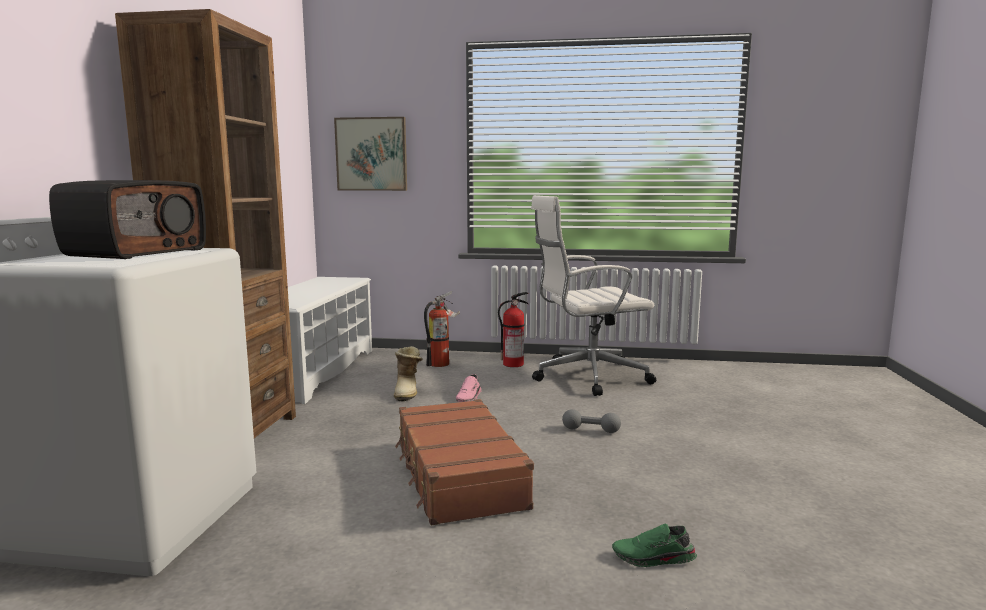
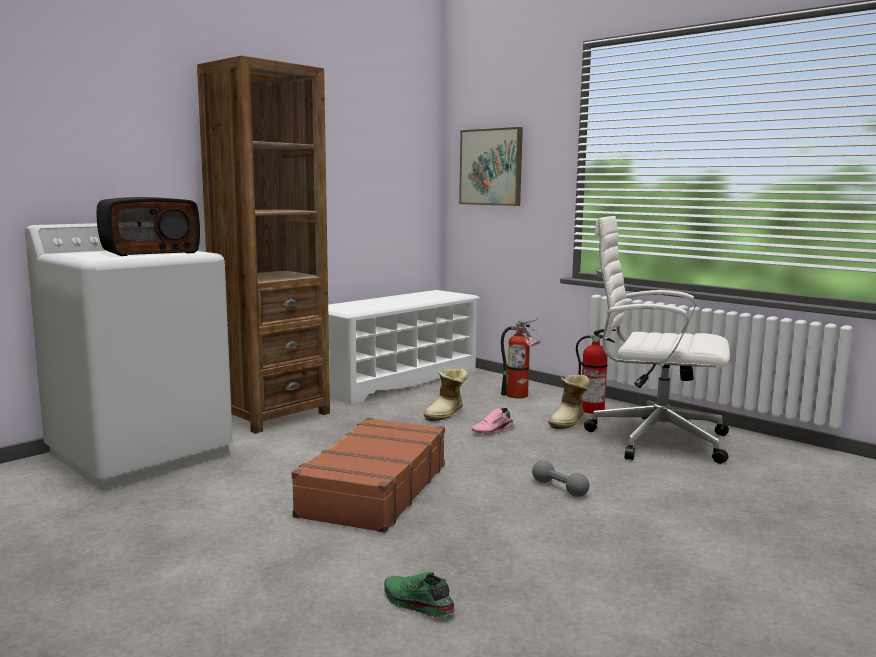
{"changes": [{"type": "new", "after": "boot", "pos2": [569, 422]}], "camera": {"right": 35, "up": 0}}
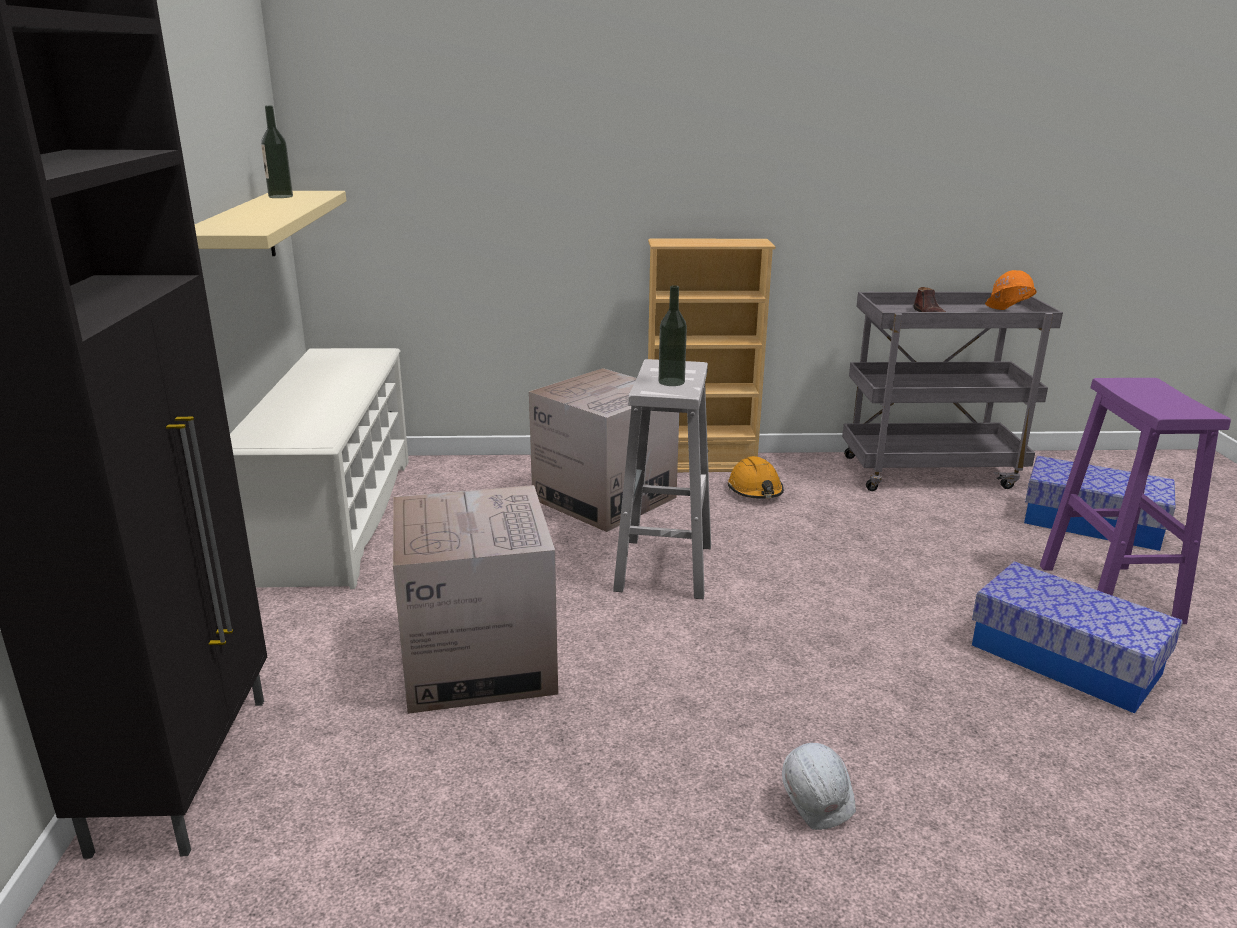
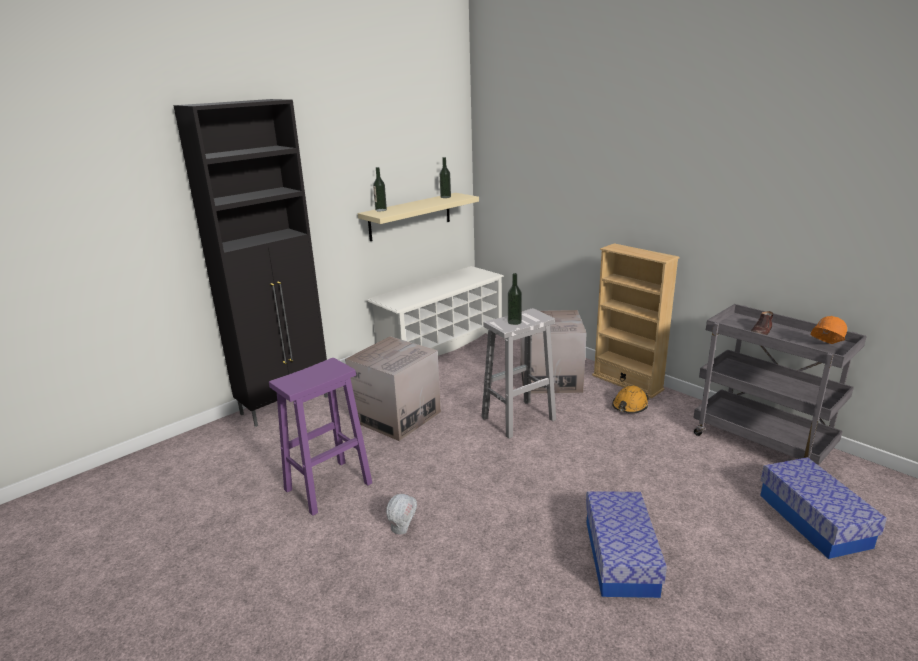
{"changes": [{"type": "new", "after": "beverage bottle", "pos2": [381, 210]}, {"type": "shifted", "before": "purplish sitting stool", "pos1": [1107, 592], "pos2": [329, 486]}], "camera": {"right": 50, "up": 0}}
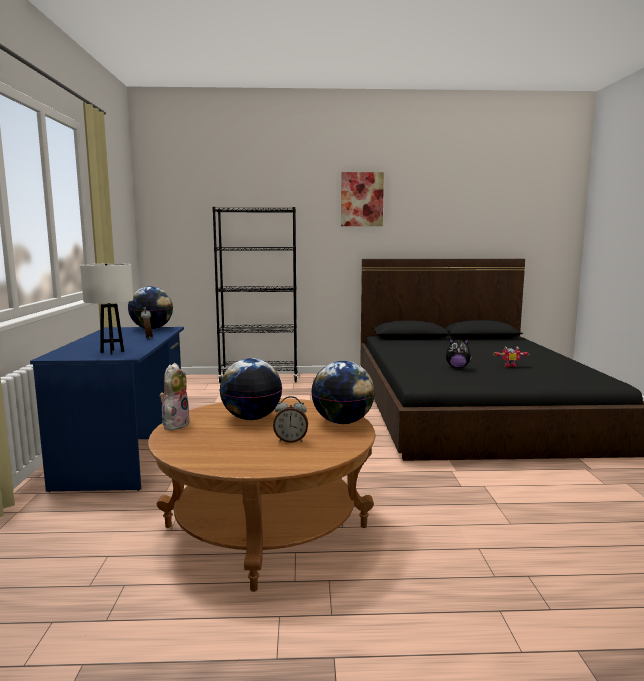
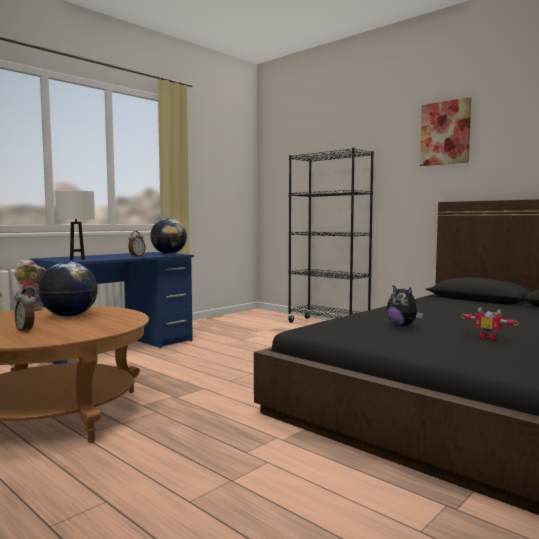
{"changes": [{"type": "gone", "before": "desk globe", "pos1": [342, 422]}], "camera": {"right": 45, "up": -5}}
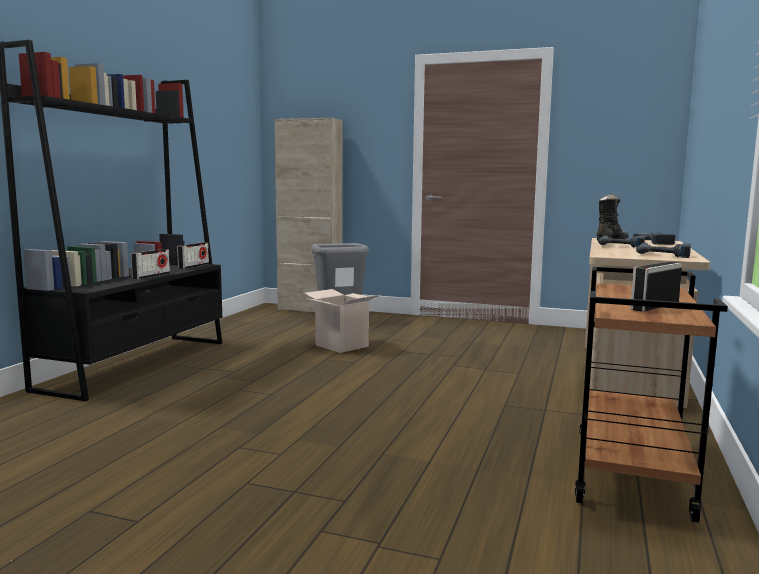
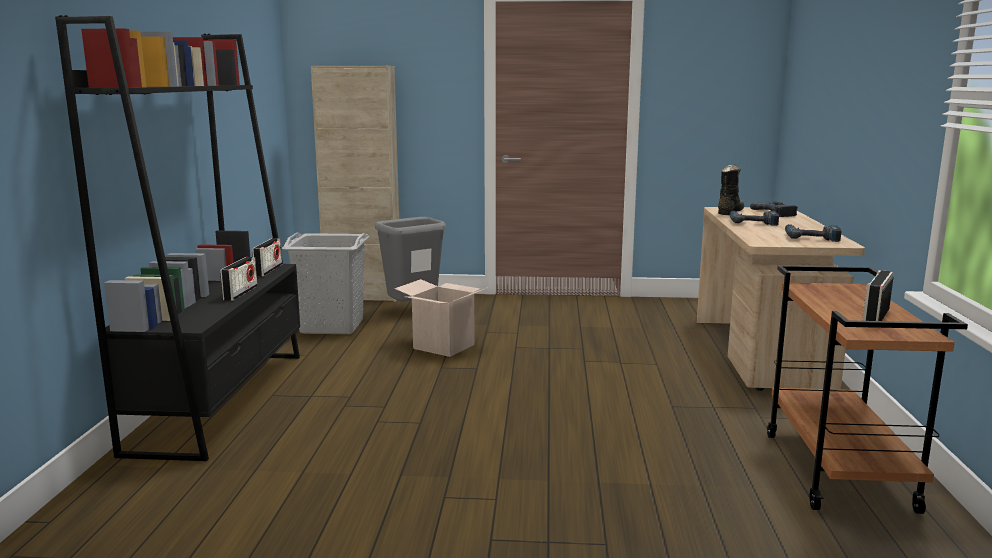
{"changes": [{"type": "new", "after": "greyish laundry basket", "pos2": [332, 327]}], "camera": {"right": -15, "up": 5}}
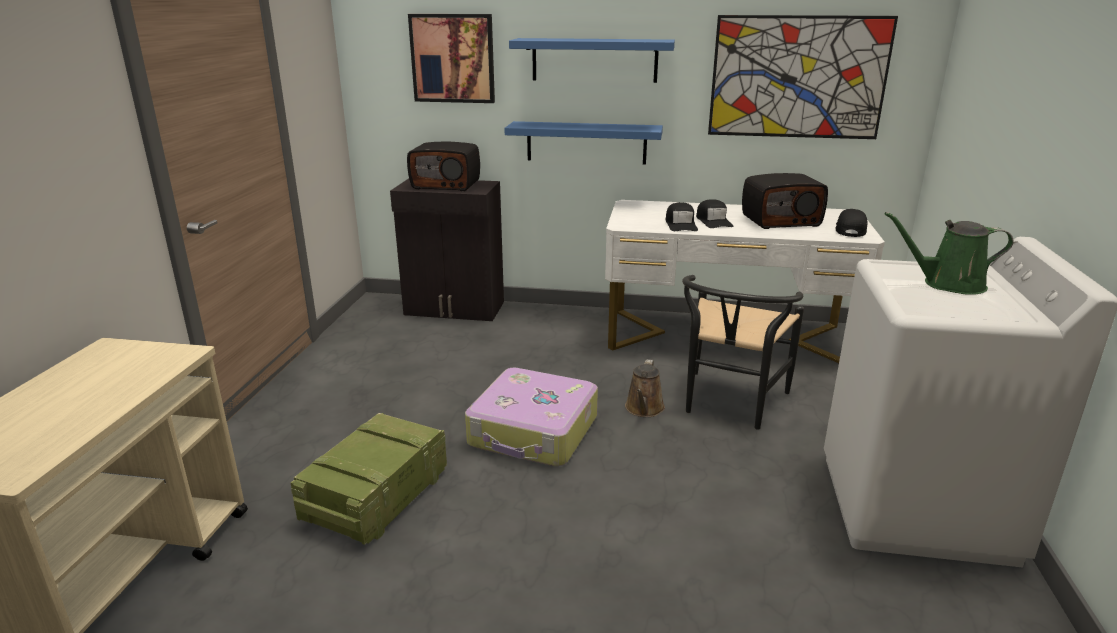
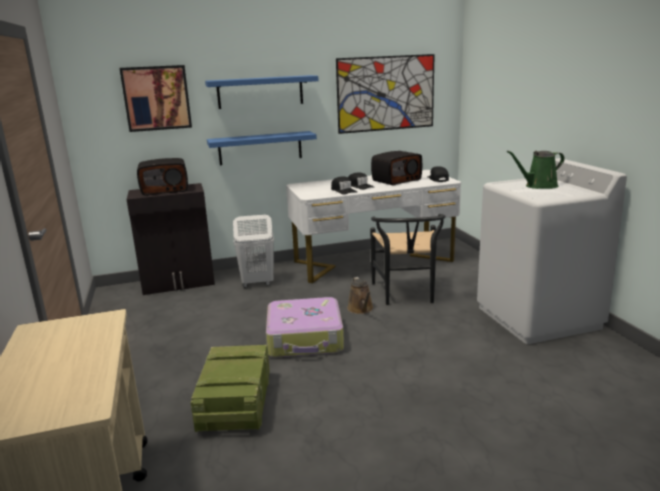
{"changes": [{"type": "new", "after": "white-coloured laundry basket", "pos2": [257, 283]}], "camera": {"right": -25, "up": -5}}
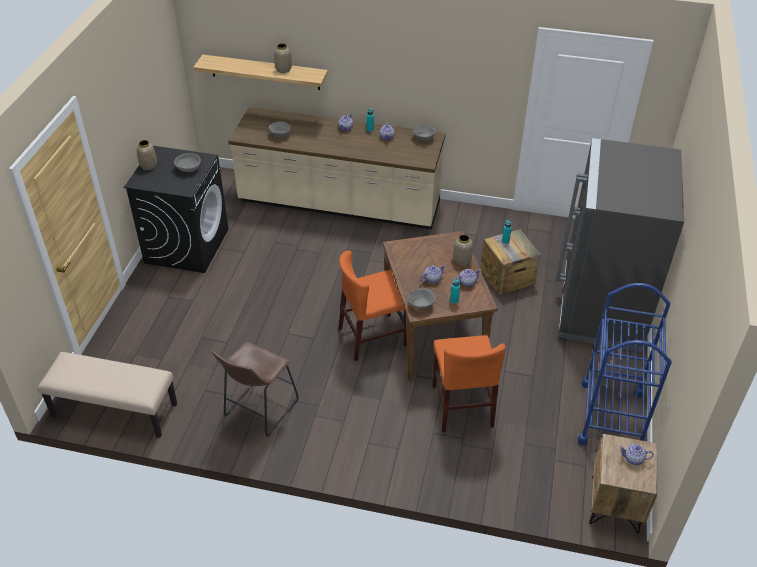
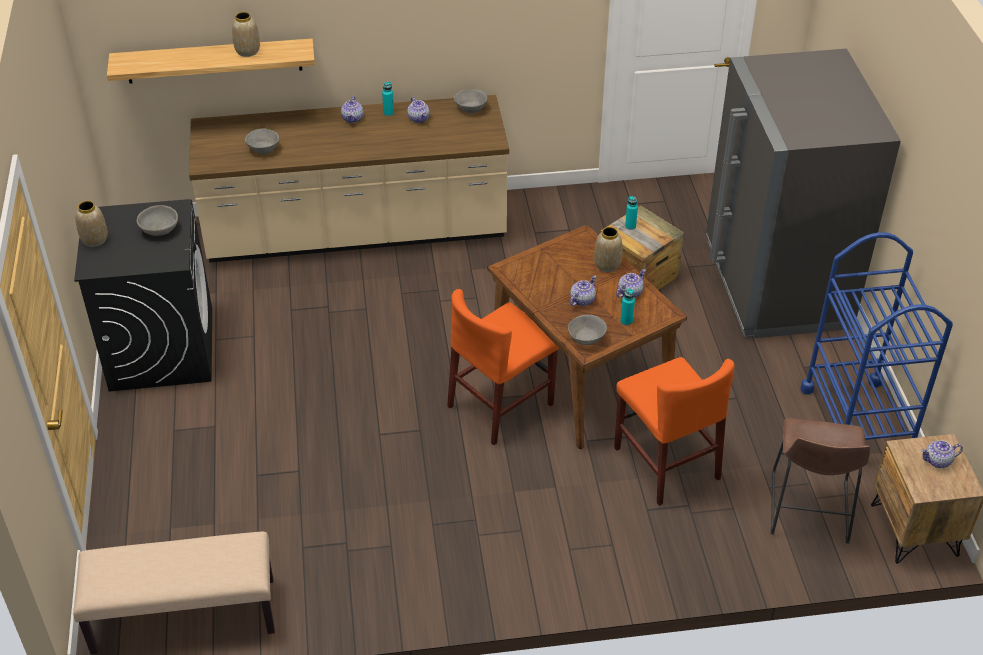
{"changes": [{"type": "shifted", "before": "brownish sitting stool", "pos1": [258, 410], "pos2": [808, 513]}], "camera": {"right": -20, "up": 0}}
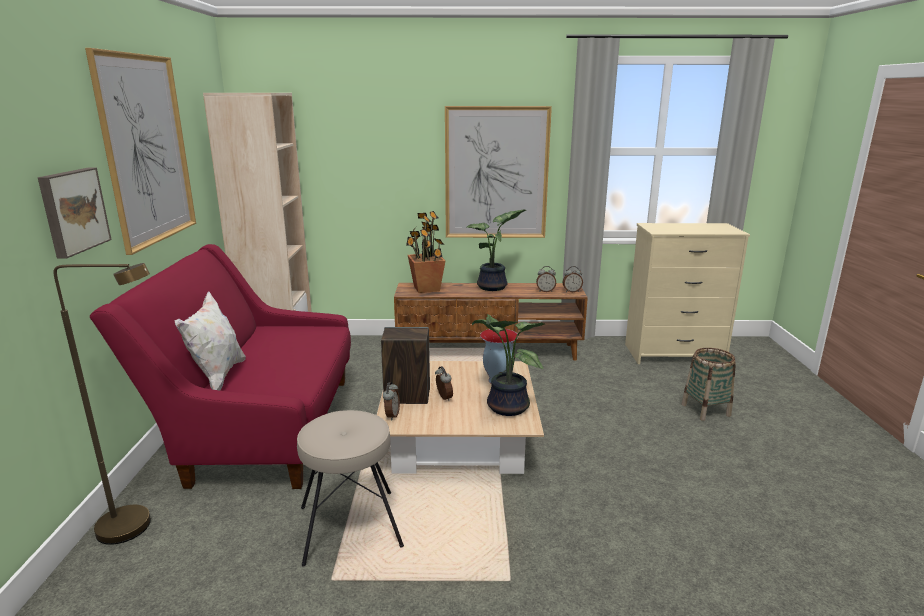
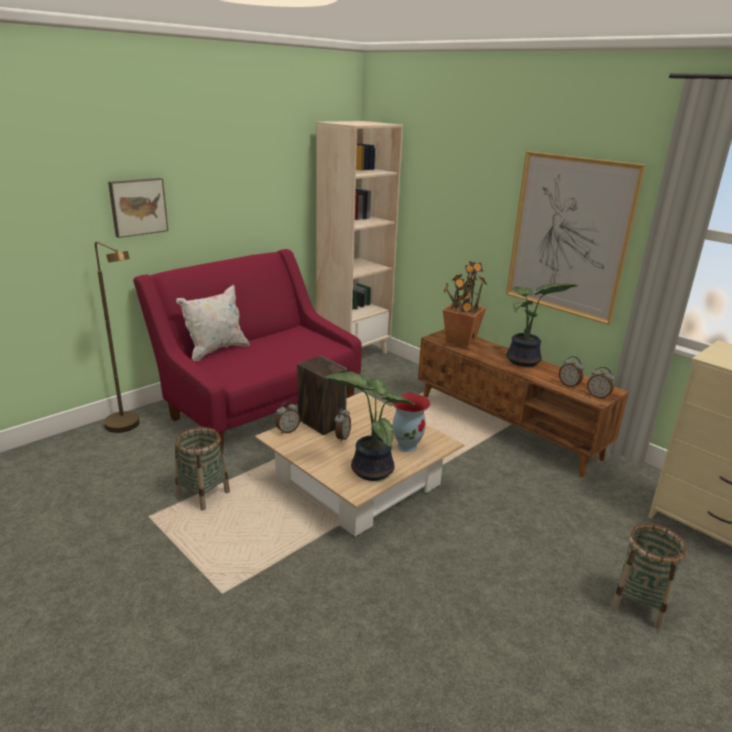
{"changes": [{"type": "gone", "before": "picture", "pos1": [147, 150]}, {"type": "swapped", "before": "beige-coloured sitting stool", "after": "storage basket", "pos1": [350, 527], "pos2": [203, 495]}], "camera": {"right": 45, "up": 5}}
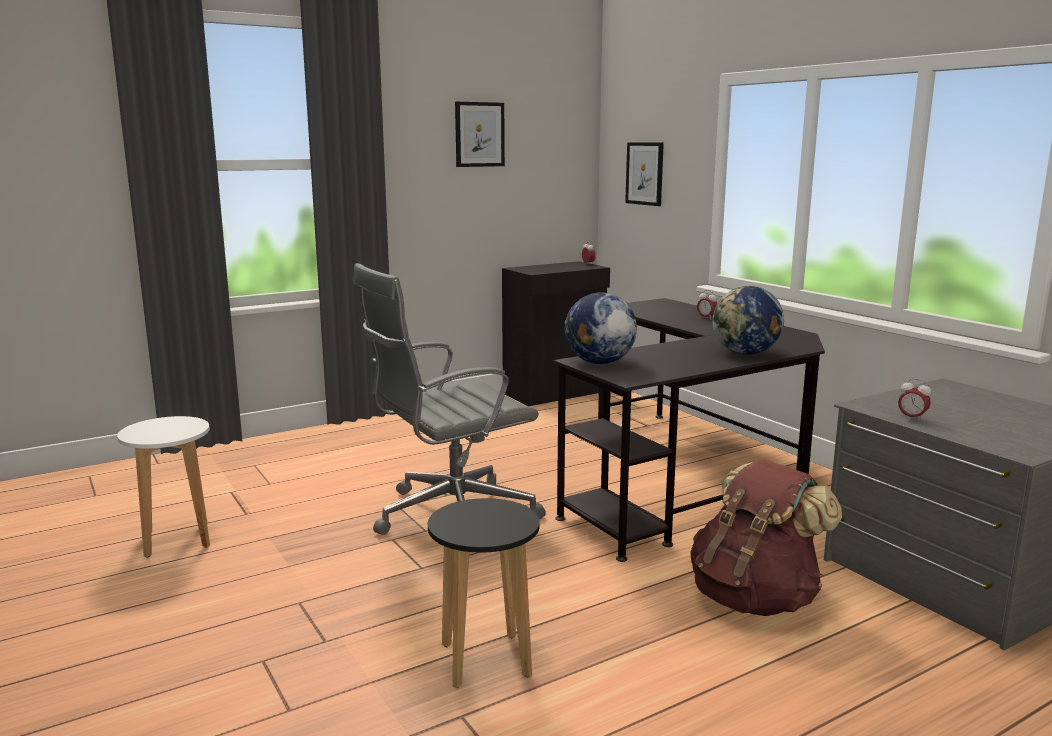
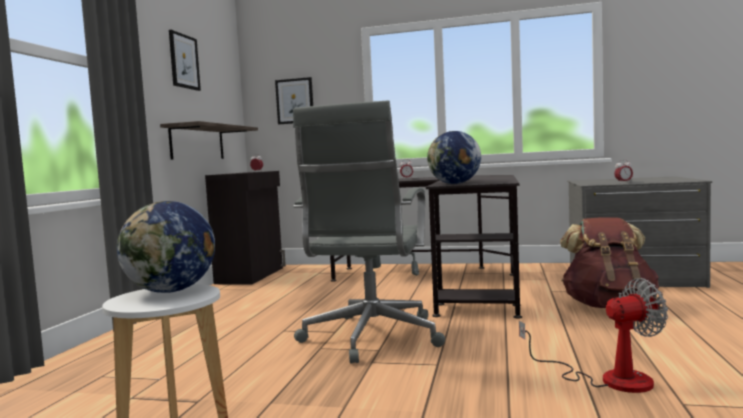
{"changes": [{"type": "new", "after": "wall shelf", "pos2": [197, 143]}, {"type": "shifted", "before": "desk globe", "pos1": [745, 353], "pos2": [171, 291]}, {"type": "swapped", "before": "black sitting stool", "after": "electric fan", "pos1": [485, 660], "pos2": [608, 379]}], "camera": {"right": -45, "up": -10}}
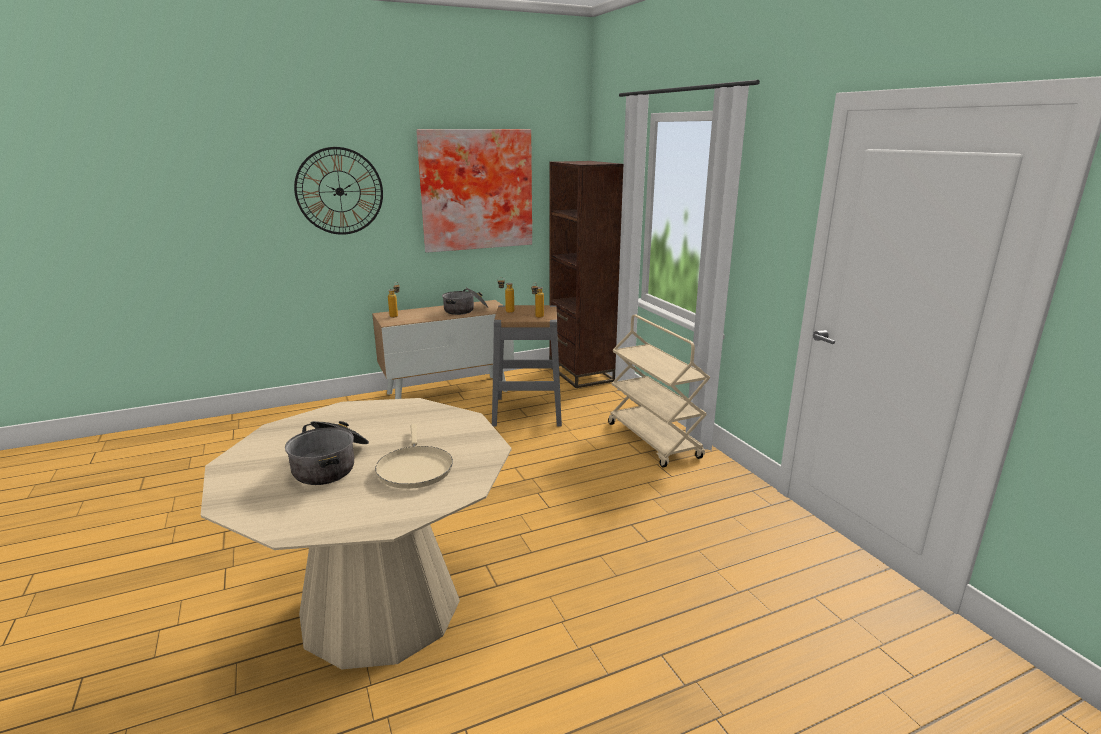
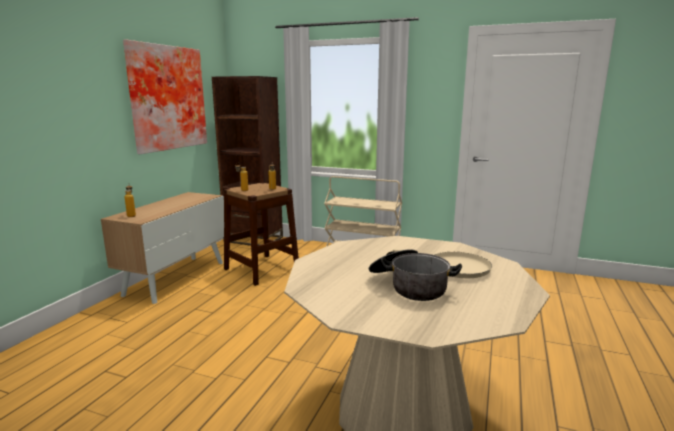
{"changes": [{"type": "gone", "before": "wall clock", "pos1": [339, 191]}, {"type": "gone", "before": "stockpot", "pos1": [465, 310]}, {"type": "repainted", "before": "greyish sitting stool", "after": "brownish sitting stool", "pos1": [527, 411], "pos2": [261, 269]}], "camera": {"right": -45, "up": -5}}
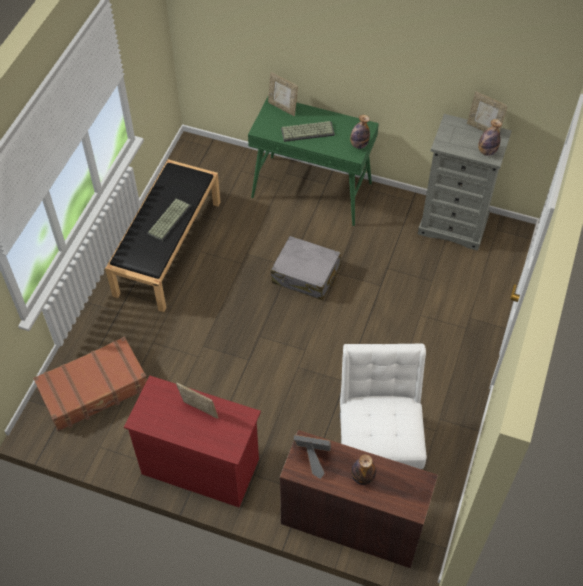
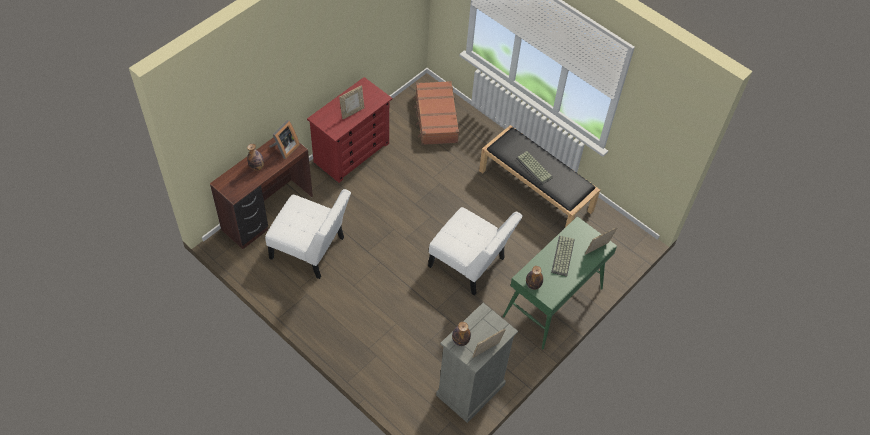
{"changes": [{"type": "swapped", "before": "greyish travel case", "after": "white-coloured plain chair", "pos1": [306, 275], "pos2": [470, 265]}], "camera": {"right": 110, "up": 0}}
